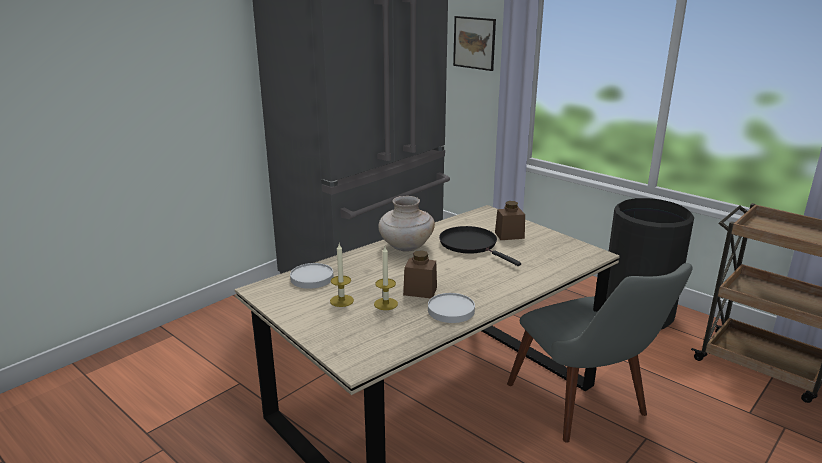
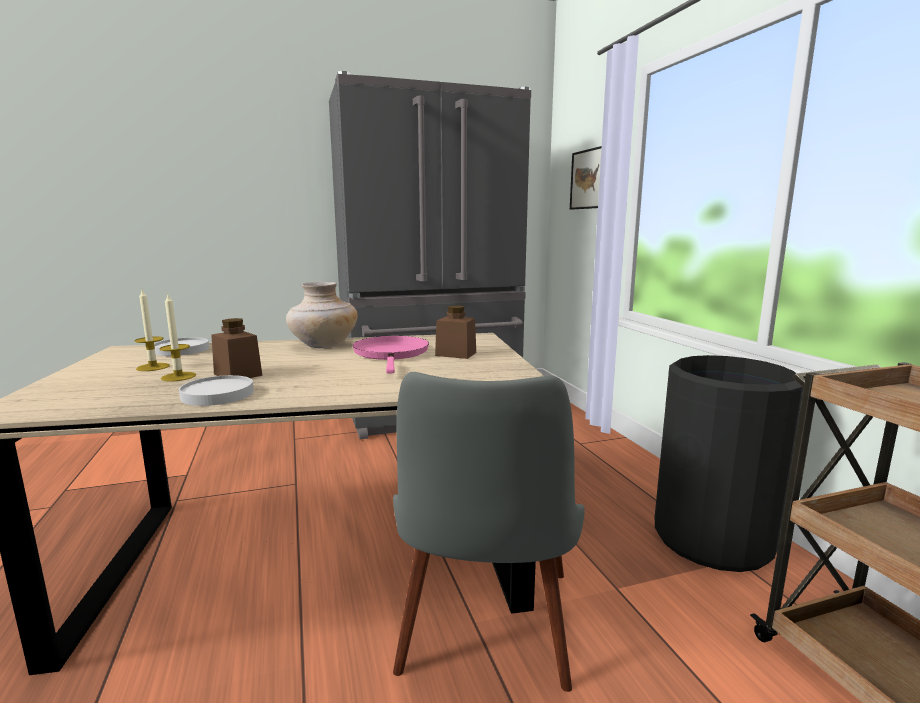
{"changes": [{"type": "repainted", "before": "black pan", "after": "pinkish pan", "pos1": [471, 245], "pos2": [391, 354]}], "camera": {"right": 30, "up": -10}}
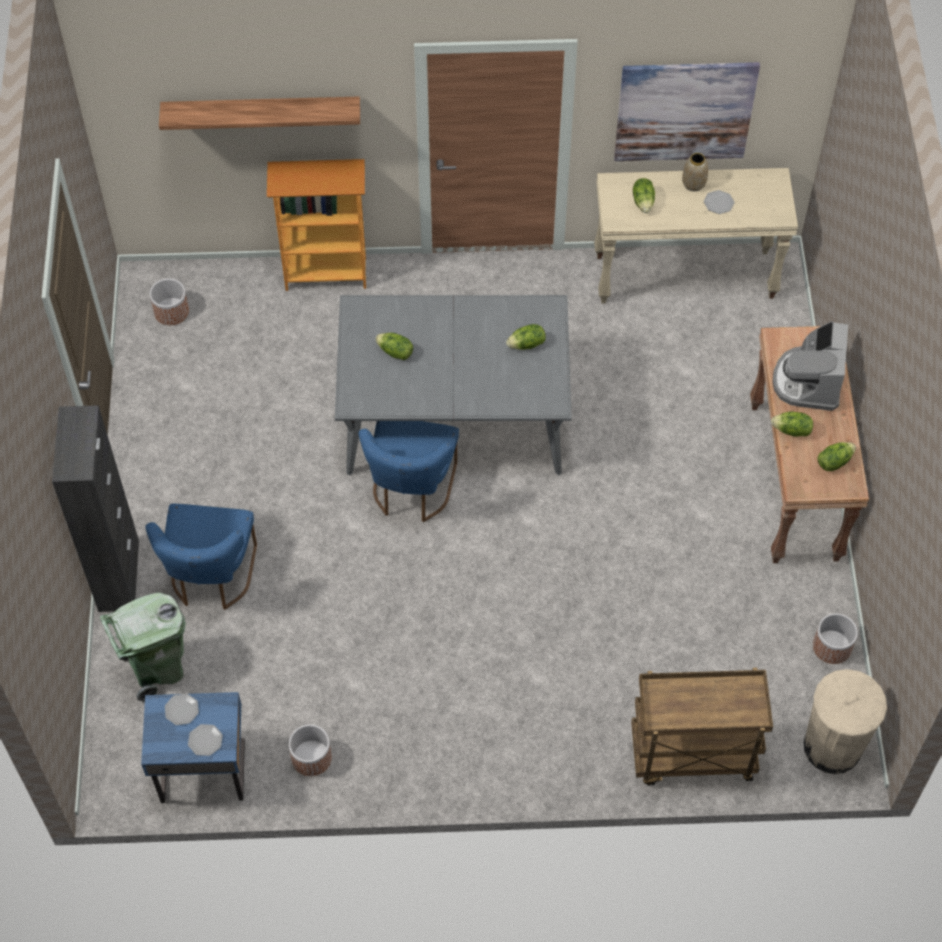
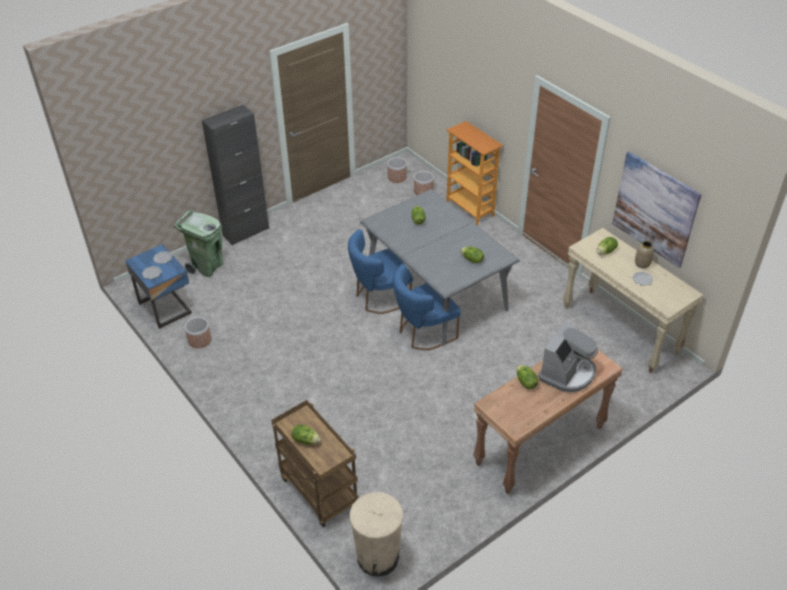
{"changes": [{"type": "gone", "before": "wall shelf", "pos1": [261, 111]}, {"type": "shifted", "before": "blue plain chair", "pos1": [211, 578], "pos2": [423, 333]}, {"type": "shifted", "before": "flower pot", "pos1": [831, 646], "pos2": [423, 191]}, {"type": "shifted", "before": "lettuce", "pos1": [834, 461], "pos2": [306, 440]}, {"type": "rotated", "before": "coffee maker", "pos1": [808, 381], "pos2": [567, 373], "turn": 150}], "camera": {"right": 55, "up": -15}}
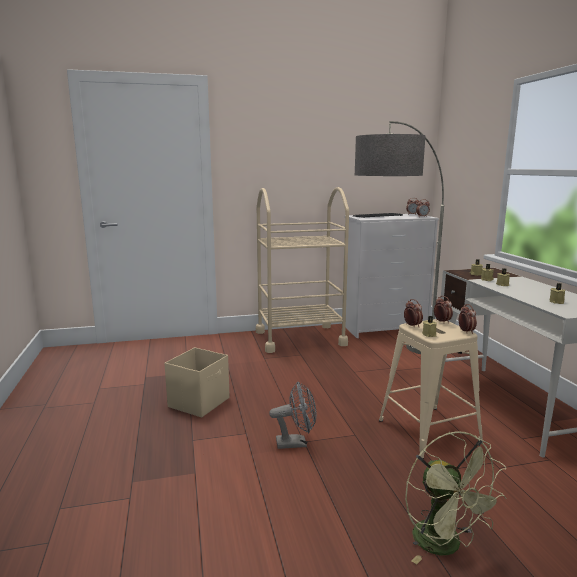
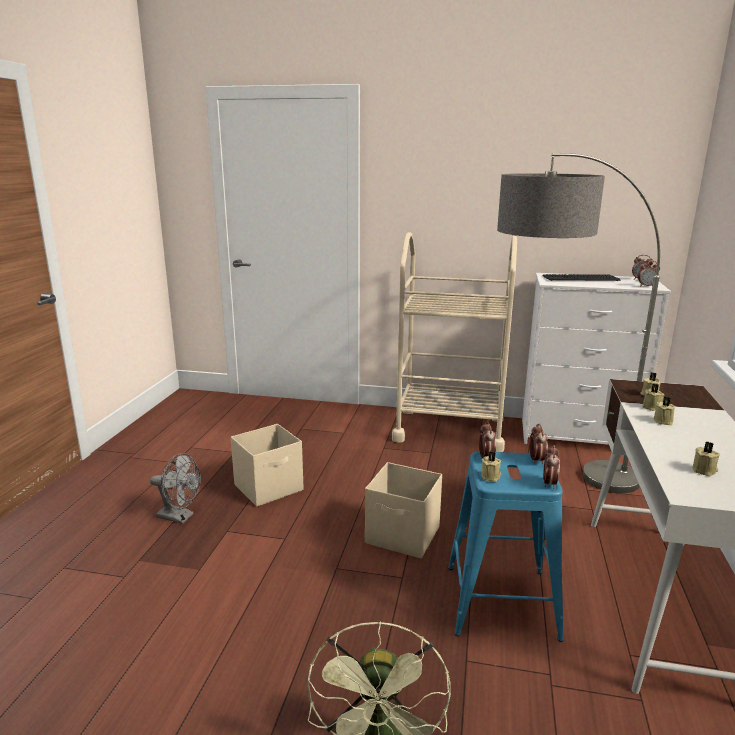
{"changes": [{"type": "new", "after": "beige-coloured storage container", "pos2": [403, 536]}, {"type": "shifted", "before": "greyish electric fan", "pos1": [296, 443], "pos2": [180, 517]}, {"type": "repainted", "before": "beige-coloured sitting stool", "after": "blue sitting stool", "pos1": [429, 431], "pos2": [501, 602]}], "camera": {"right": 25, "up": 5}}
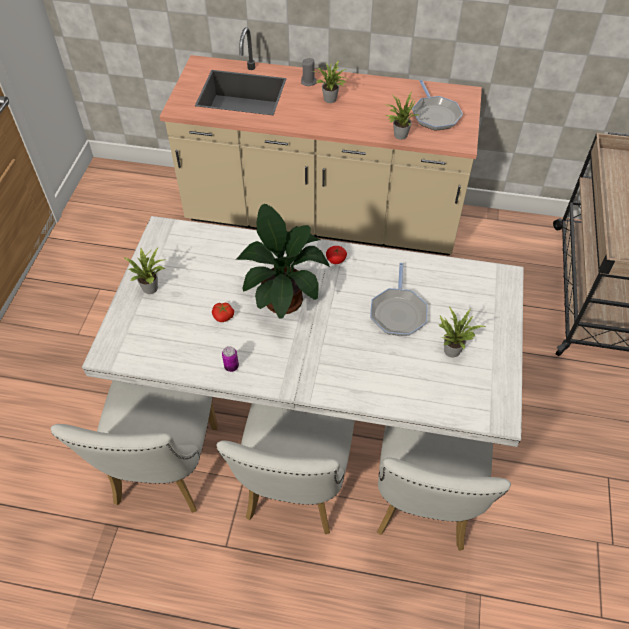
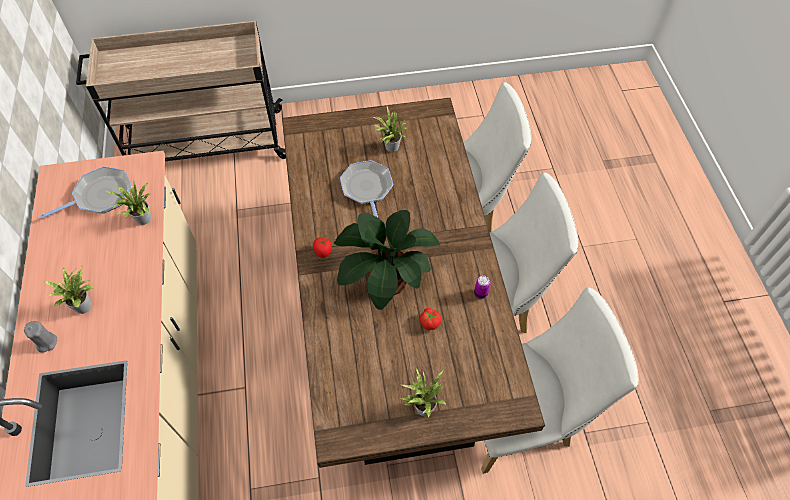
{"changes": [{"type": "repainted", "before": "white-coloured dining table", "after": "brownish dining table", "pos1": [315, 398], "pos2": [394, 319]}, {"type": "rotated", "before": "pan", "pos1": [398, 312], "pos2": [367, 189], "turn": -90}], "camera": {"right": -110, "up": 5}}
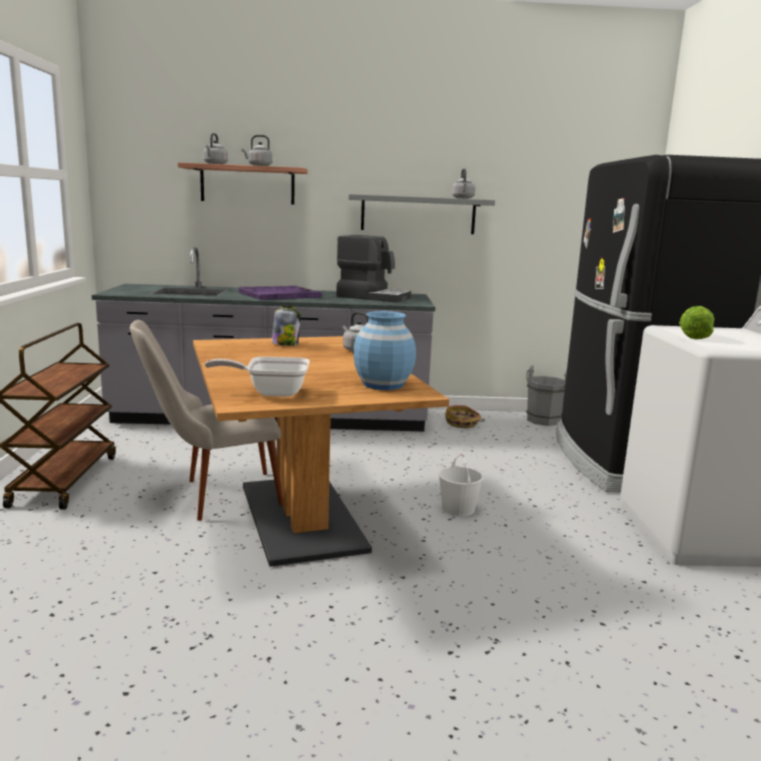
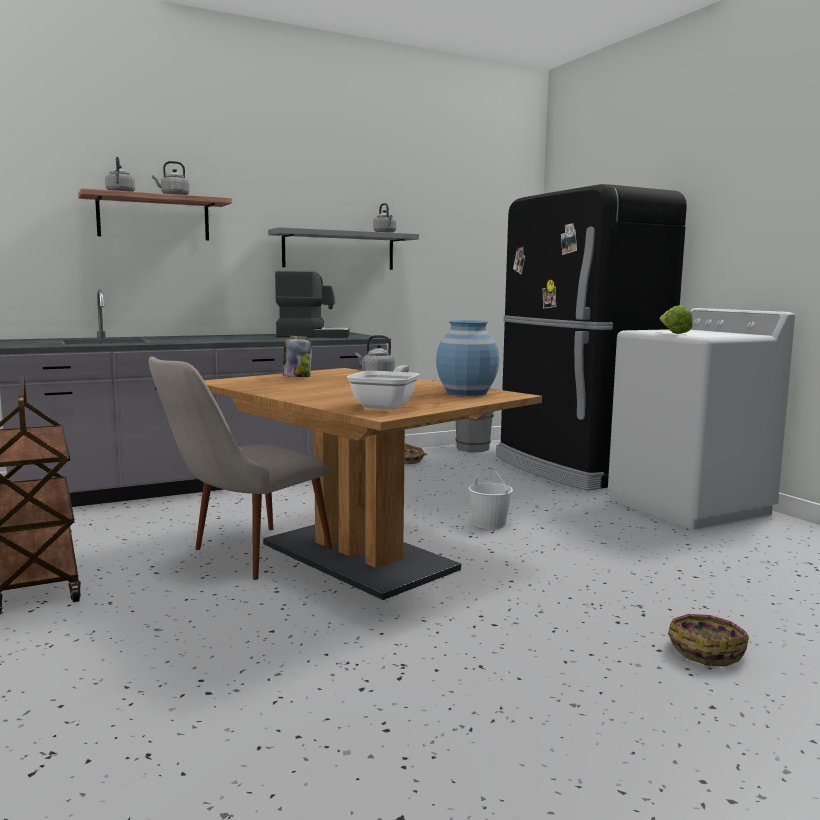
{"changes": [{"type": "gone", "before": "purplish carrying tray", "pos1": [278, 295]}, {"type": "new", "after": "storage basket", "pos2": [706, 650]}, {"type": "rotated", "before": "pan", "pos1": [271, 392], "pos2": [387, 405], "turn": 135}], "camera": {"right": -25, "up": -5}}
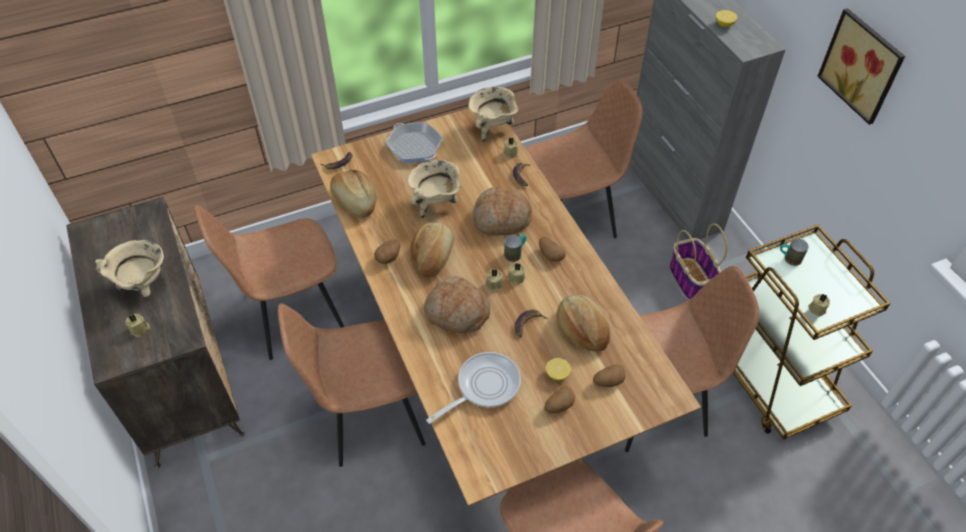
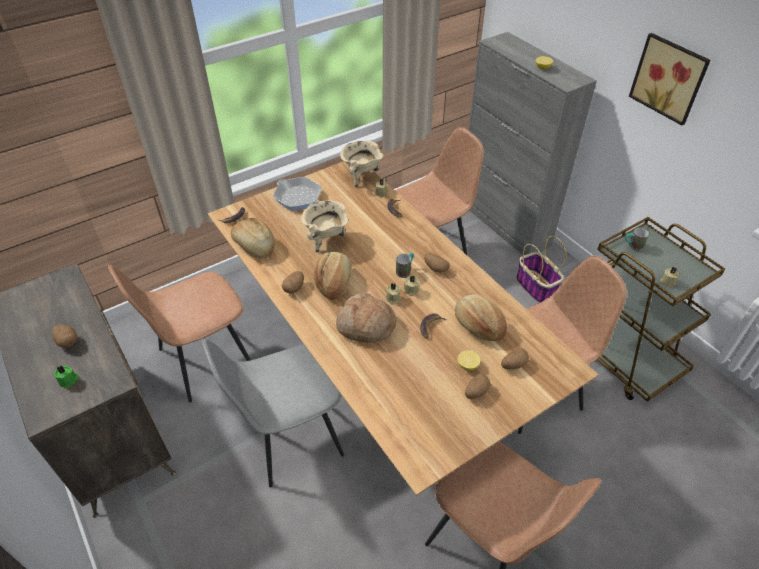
{"changes": [{"type": "gone", "before": "pan", "pos1": [483, 386]}, {"type": "gone", "before": "bakery bread", "pos1": [501, 219]}, {"type": "swapped", "before": "beige-coloured stockpot", "after": "spud", "pos1": [143, 286], "pos2": [67, 341]}, {"type": "repainted", "before": "beige-coloured wax light", "after": "greenish wax light", "pos1": [140, 329], "pos2": [69, 380]}, {"type": "repainted", "before": "brownish plain chair", "after": "greyish plain chair", "pos1": [369, 414], "pos2": [289, 436]}], "camera": {"right": -10, "up": -5}}
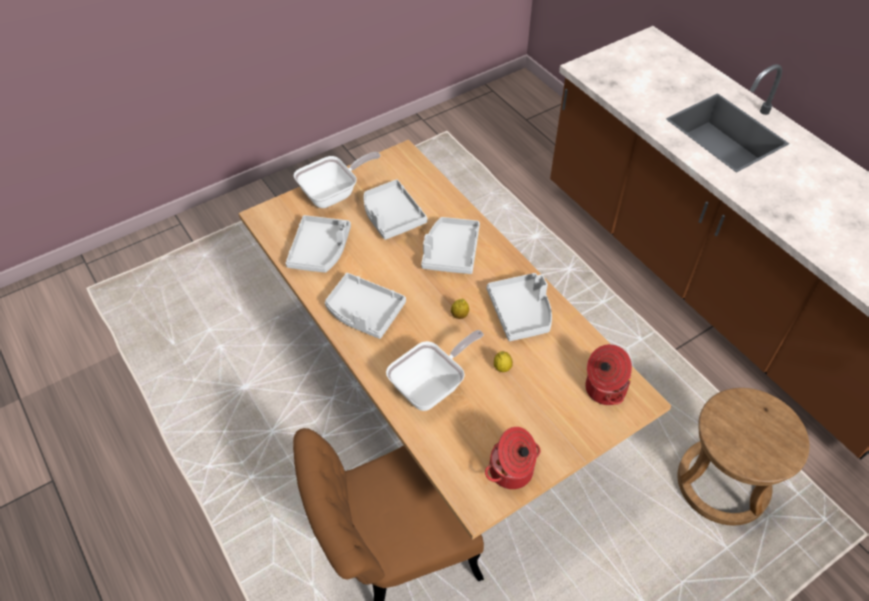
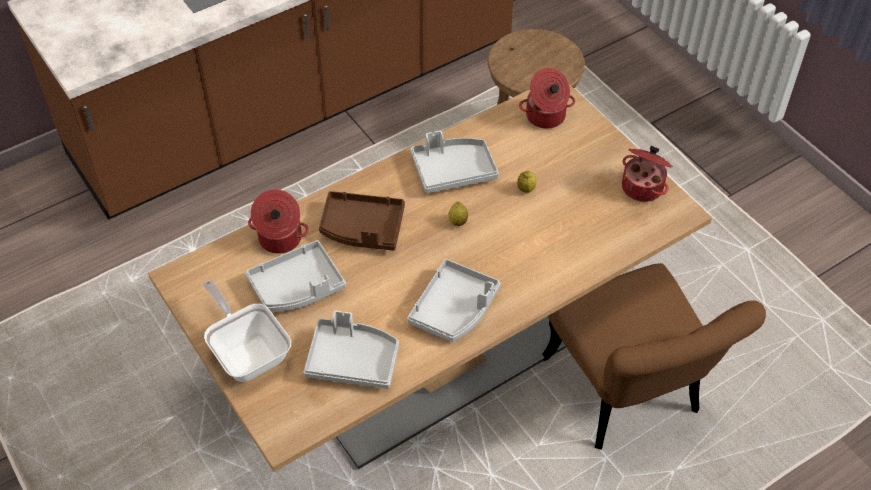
{"changes": [{"type": "gone", "before": "pan", "pos1": [432, 386]}, {"type": "new", "after": "stockpot", "pos2": [280, 239]}, {"type": "repainted", "before": "greyish carrying tray", "after": "brownish carrying tray", "pos1": [450, 252], "pos2": [362, 229]}], "camera": {"right": -90, "up": 0}}
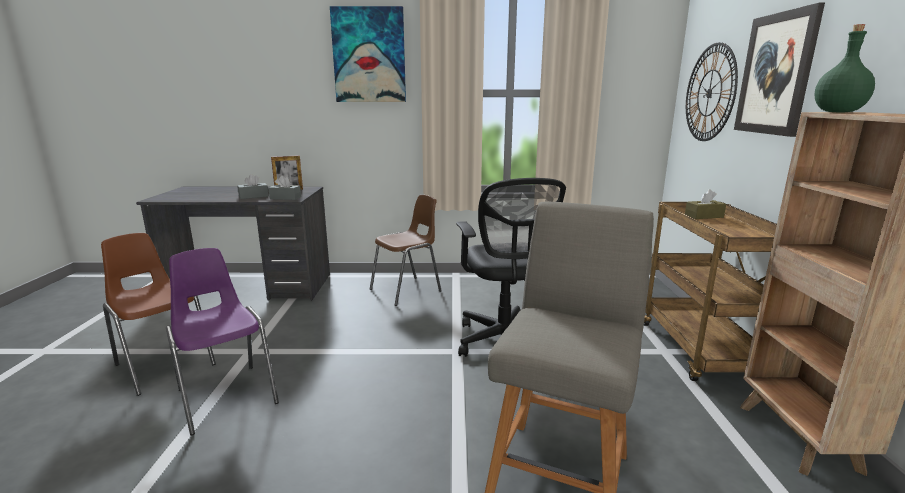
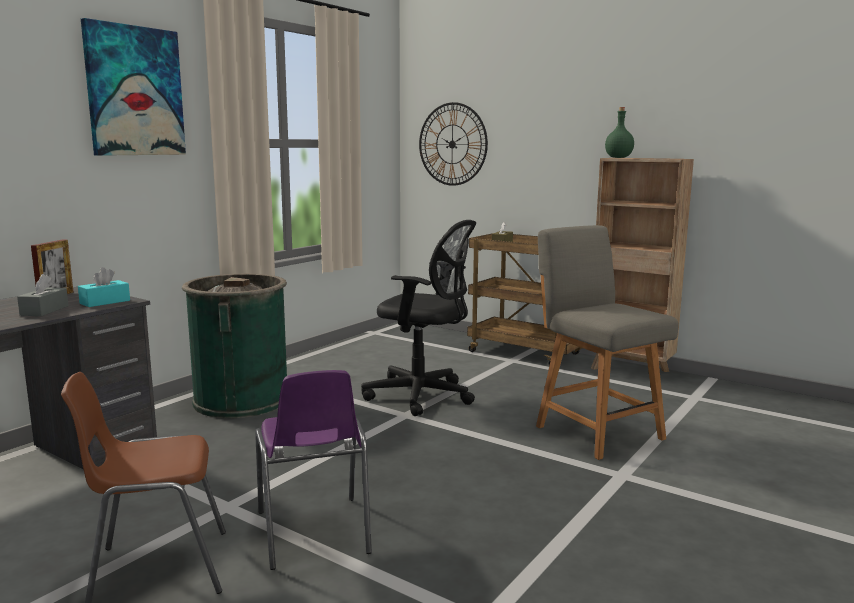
{"changes": [{"type": "gone", "before": "picture", "pos1": [776, 74]}, {"type": "swapped", "before": "brownish plain chair", "after": "greenish rubbish bin", "pos1": [407, 290], "pos2": [241, 400]}, {"type": "repainted", "before": "greyish tissue holder", "after": "turquoise tissue holder", "pos1": [285, 198], "pos2": [105, 302]}, {"type": "rotated", "before": "purplish plain chair", "pos1": [226, 395], "pos2": [313, 534], "turn": -105}], "camera": {"right": -55, "up": -5}}
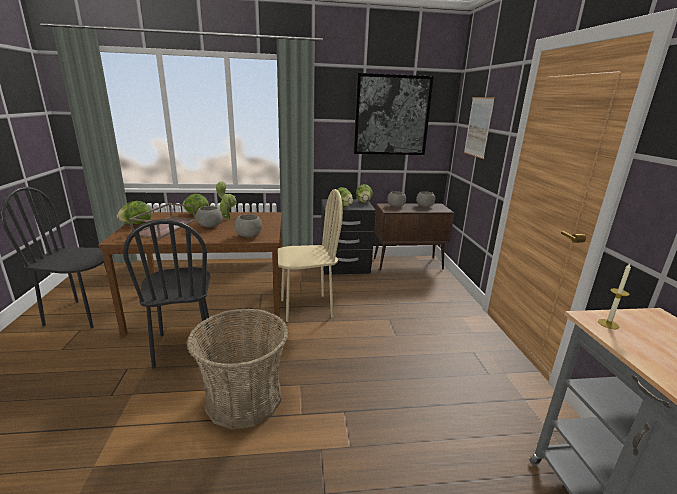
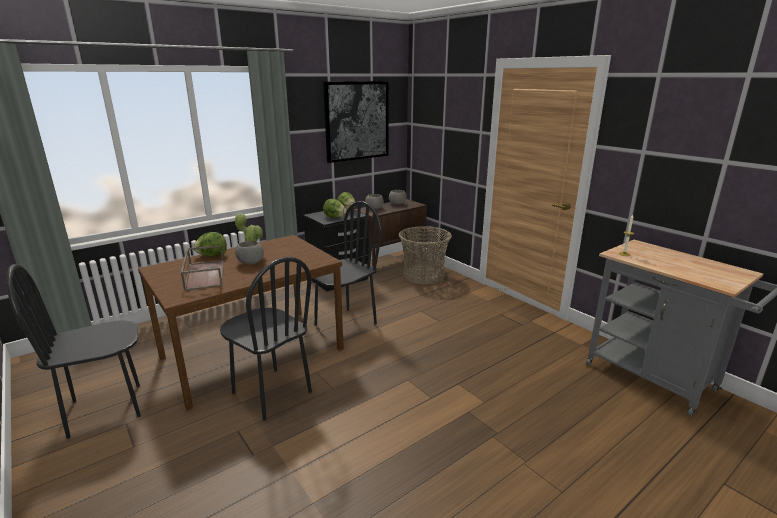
{"changes": [{"type": "gone", "before": "lettuce", "pos1": [136, 224]}, {"type": "gone", "before": "greyish serving bowl", "pos1": [248, 236]}, {"type": "gone", "before": "picture", "pos1": [478, 127]}, {"type": "shifted", "before": "storage basket", "pos1": [244, 398], "pos2": [423, 275]}, {"type": "repainted", "before": "beige-coloured plain chair", "after": "black plain chair", "pos1": [306, 308], "pos2": [345, 324]}], "camera": {"right": -30, "up": 0}}
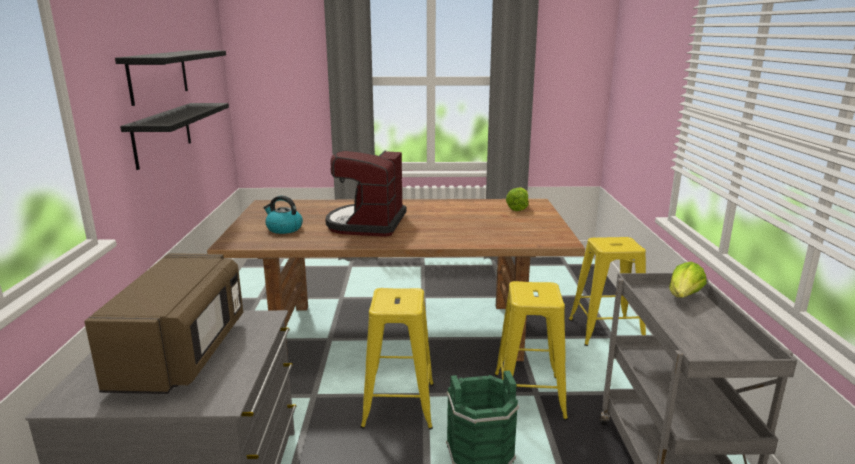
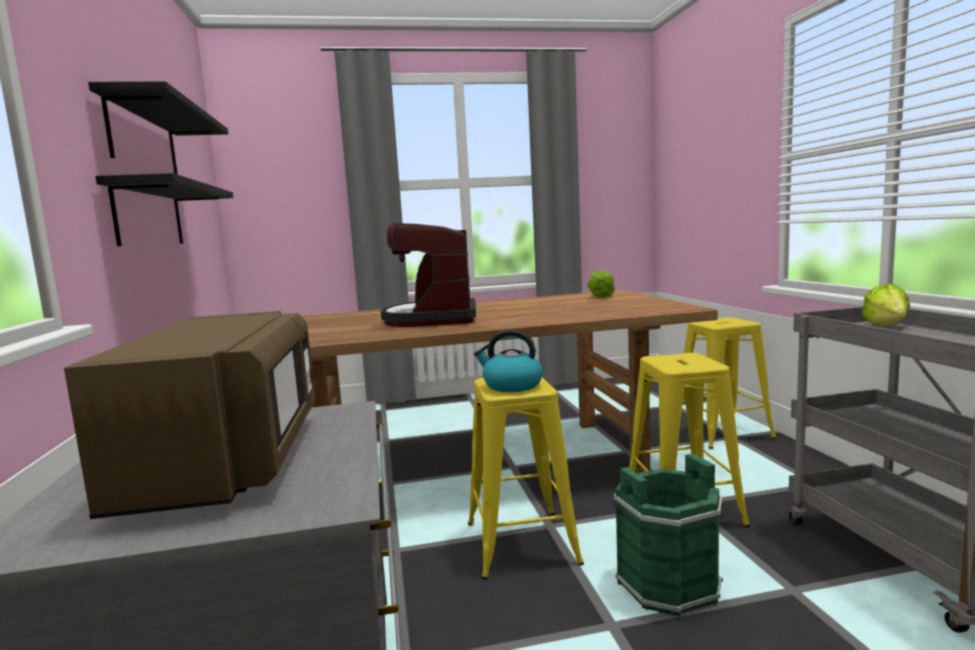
{"changes": [{"type": "shifted", "before": "kettle", "pos1": [284, 229], "pos2": [511, 386]}], "camera": {"right": -10, "up": -10}}
